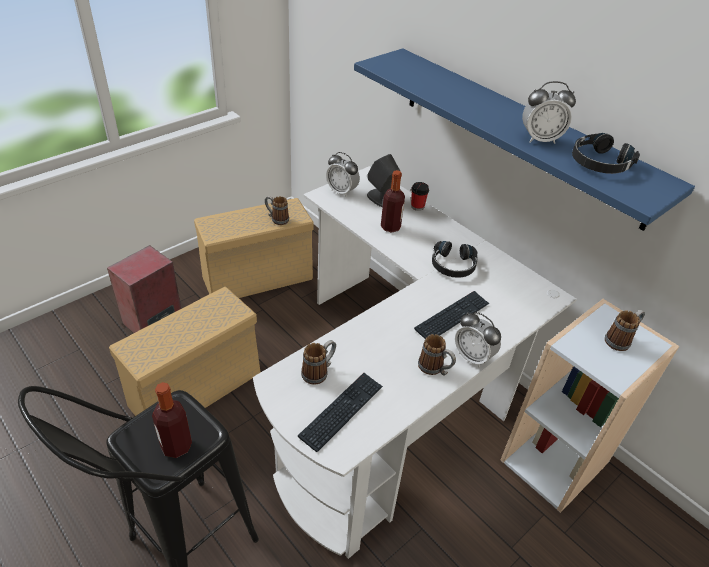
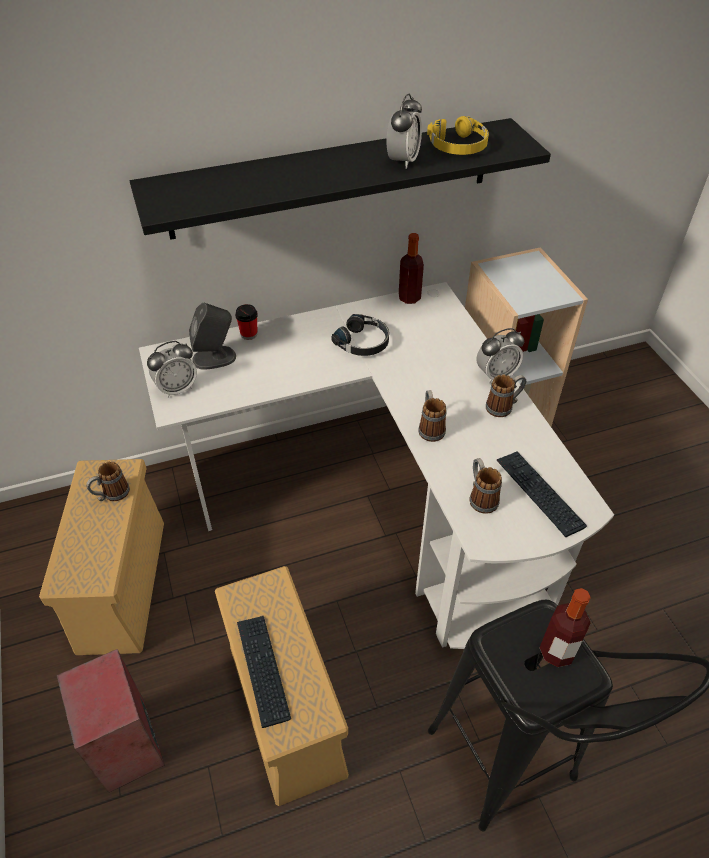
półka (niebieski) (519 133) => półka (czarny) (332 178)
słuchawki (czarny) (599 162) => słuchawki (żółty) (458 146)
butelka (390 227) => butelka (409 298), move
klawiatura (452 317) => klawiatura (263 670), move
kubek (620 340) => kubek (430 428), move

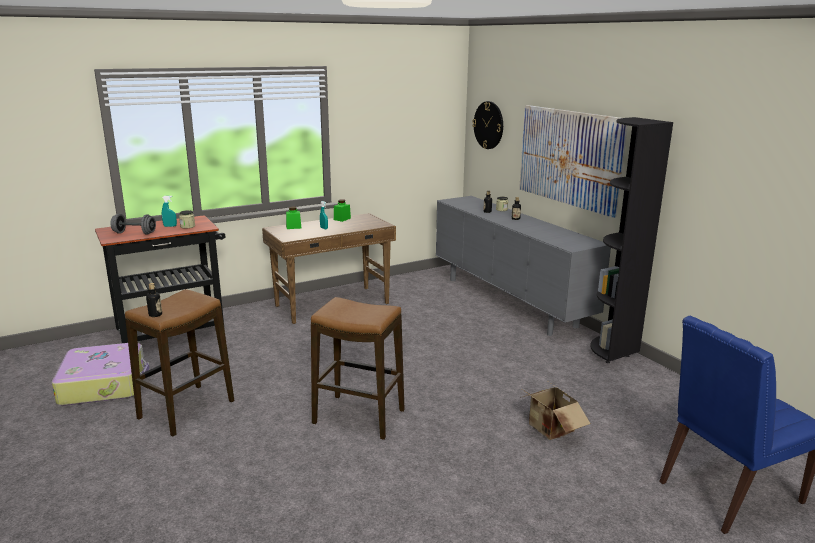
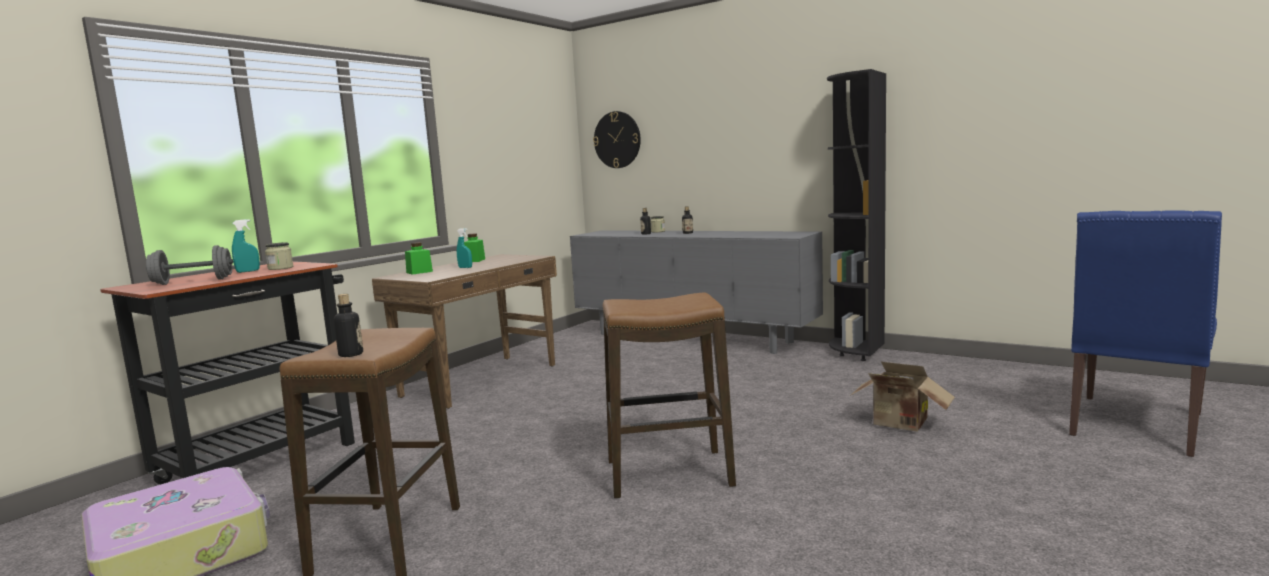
obraz (569 157) => nothing

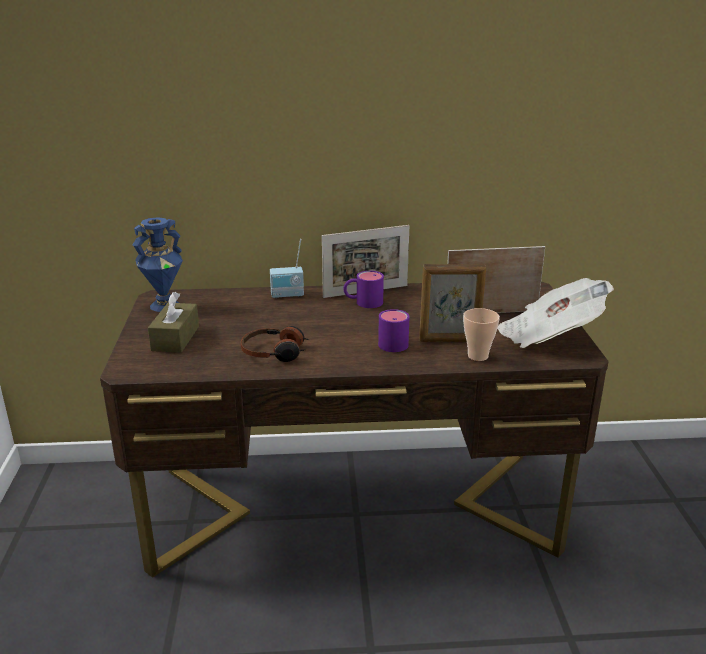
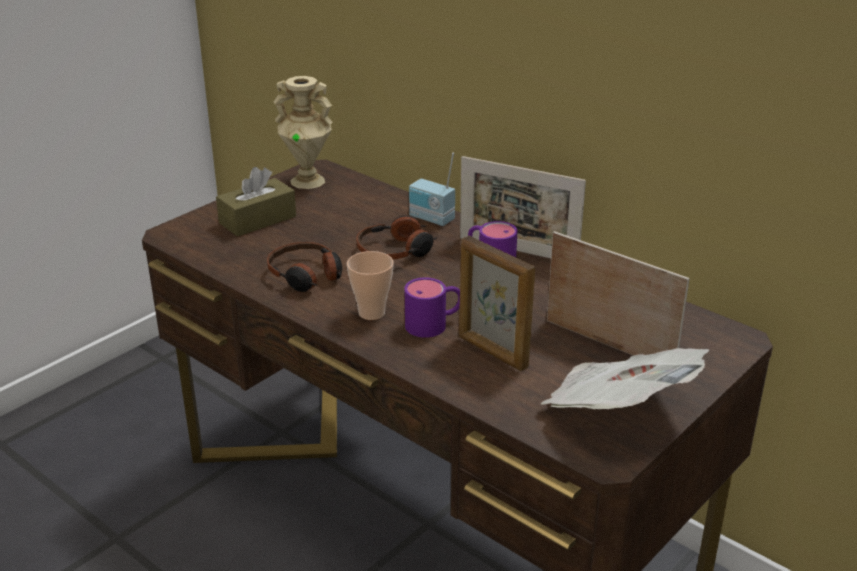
wazon (niebieski) (164 305) => wazon (beżowy) (308 181)
filiżanka (478 356) => filiżanka (371 313), move
nothing => słuchawki (396 251)

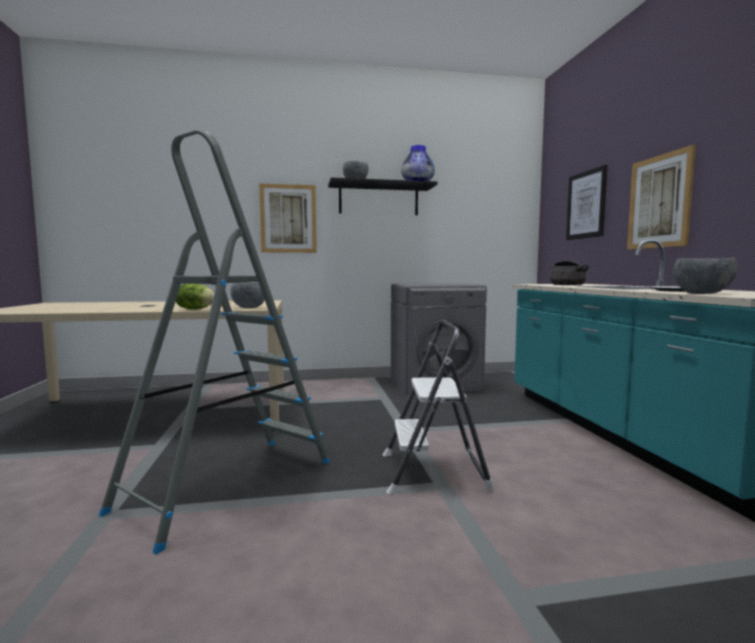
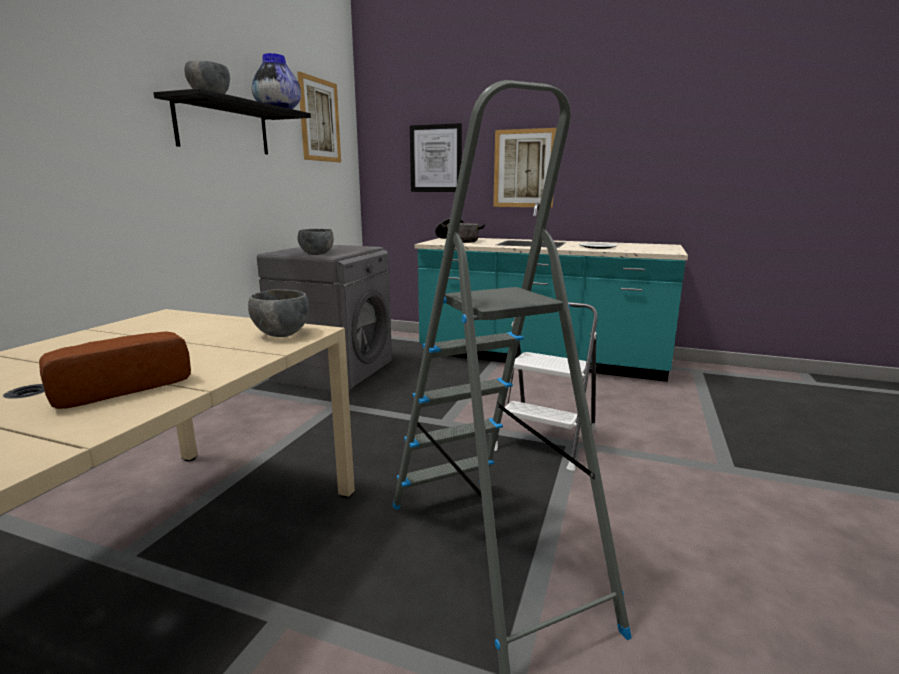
obraz (288 218) => obraz (319 120), move
miska (szary) (701 293) => miska (szary) (316 254), move
sałata (195 309) => nothing
nothing => chleb (120 388)

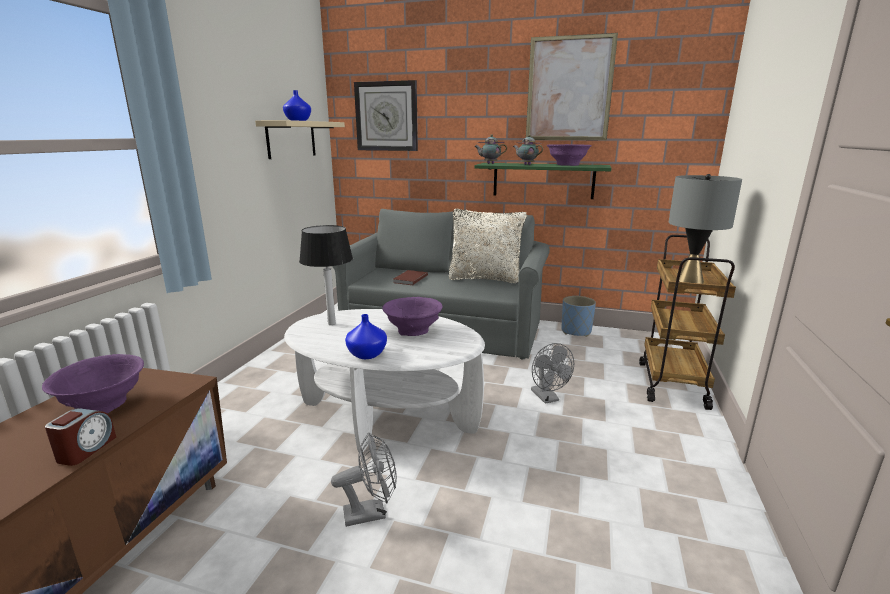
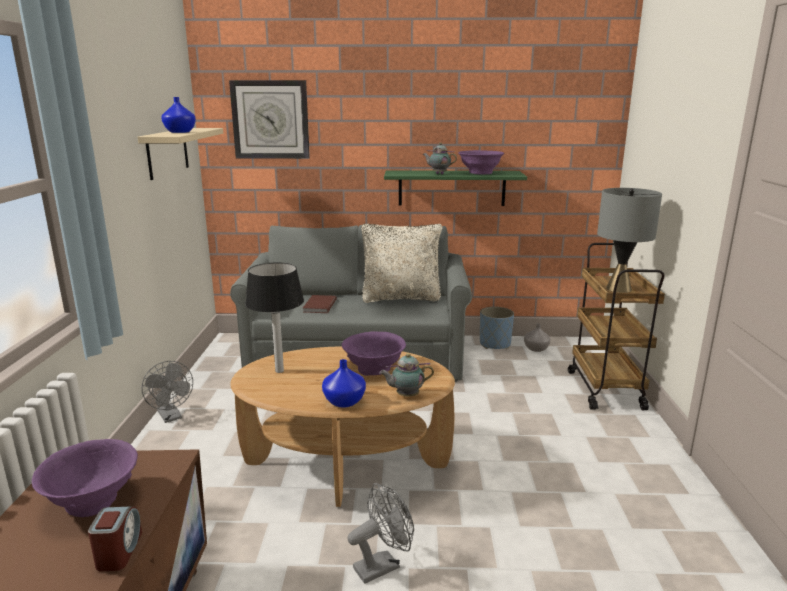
obraz (569 89) => nothing
imbryk (489 163) => imbryk (406 395), move
ława (biały) (386 417) => ława (brązowy) (346 465)
wentylator (szary) (547 398) => wentylator (szary) (171 417), move
nothing => wazon (szary) (536 349)

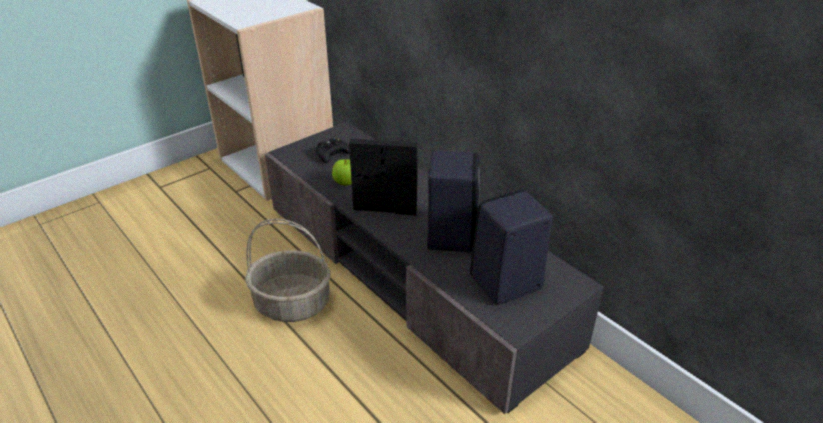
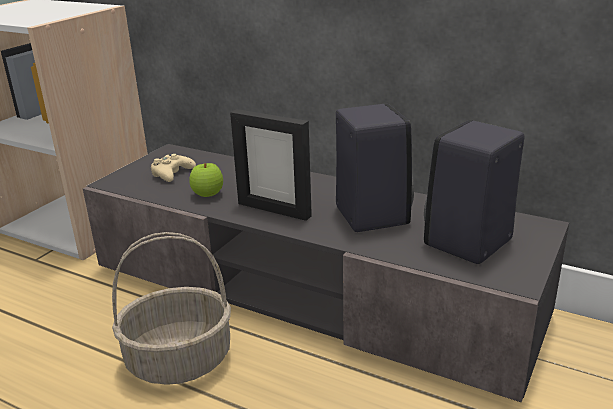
pad do gier (czarny) (332 154) => pad do gier (beżowy) (172 173)
ramka na zdjęcie (385 210) => ramka na zdjęcie (275 209), 135 degrees counterclockwise

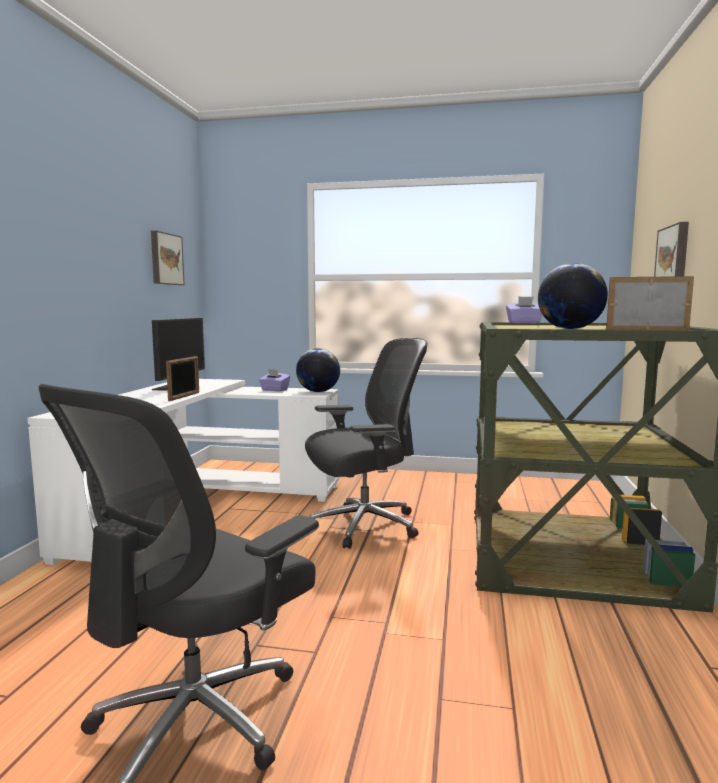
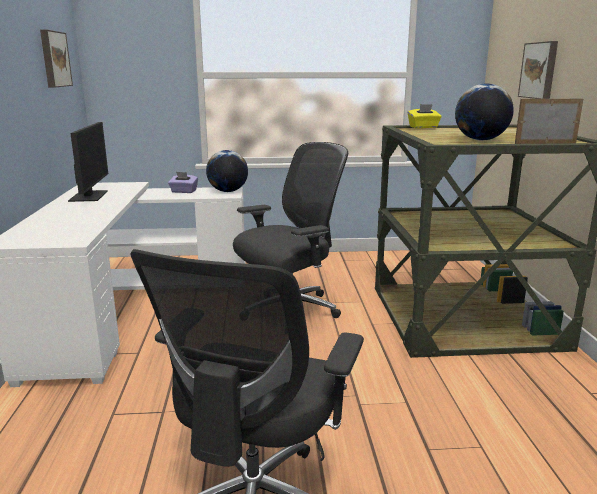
pudełko chusteczek (fioletowy) (524 323) => pudełko chusteczek (żółty) (423 127)
ramka na zdjęcie (184 396) => nothing

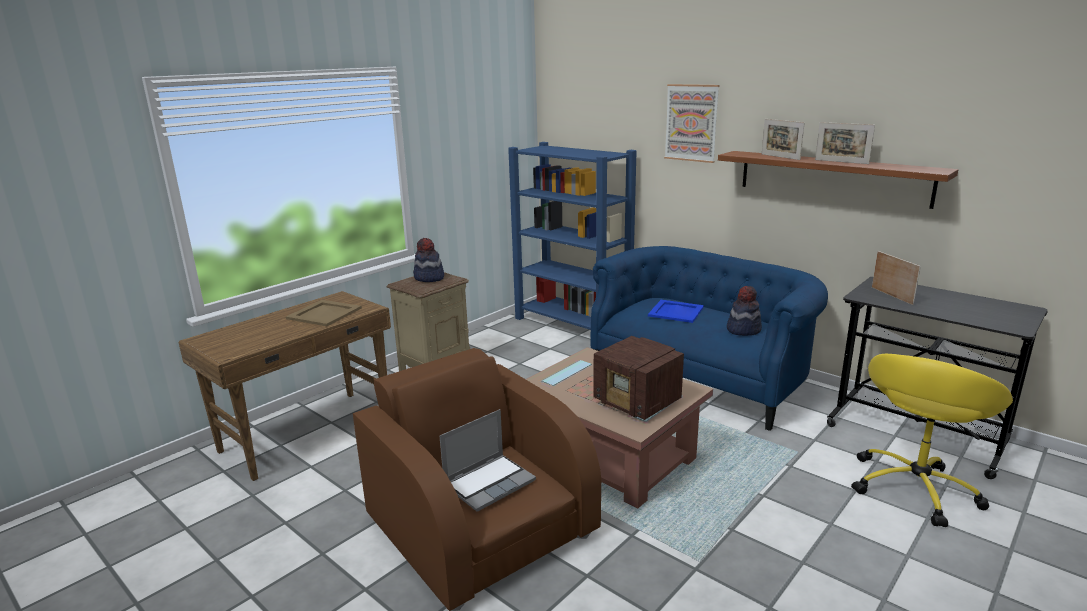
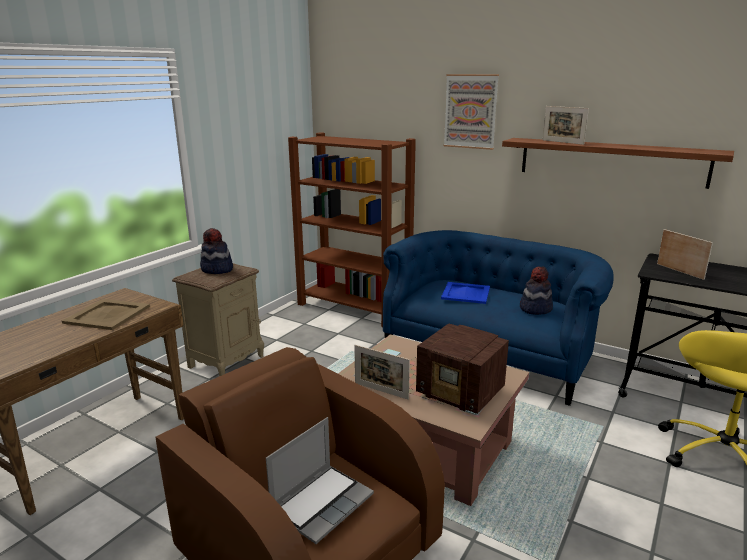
ramka na zdjęcie (841 162) => ramka na zdjęcie (381 391), move
regał (niebieski) (572 324) => regał (brązowy) (354 307)

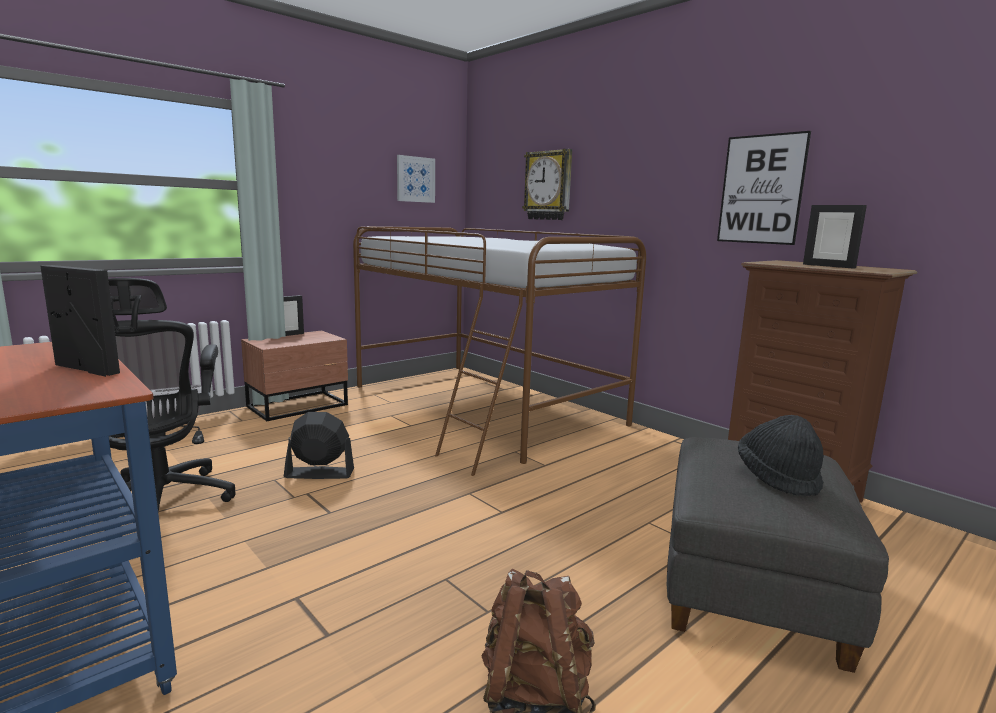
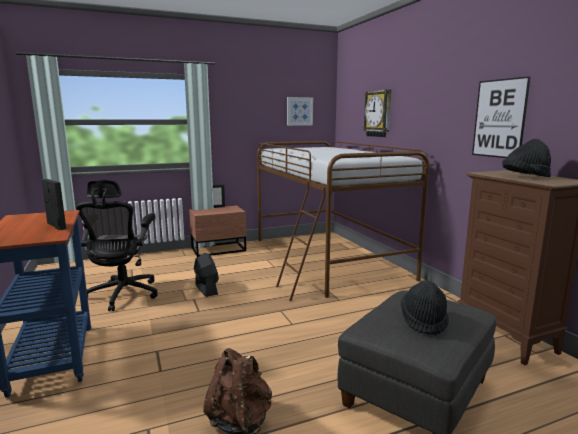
ramka na zdjęcie (829 266) => kapelusz (czarny) (525 177)
wentylator (czarny) (319 473) => wentylator (czarny) (206 289), 45 degrees clockwise

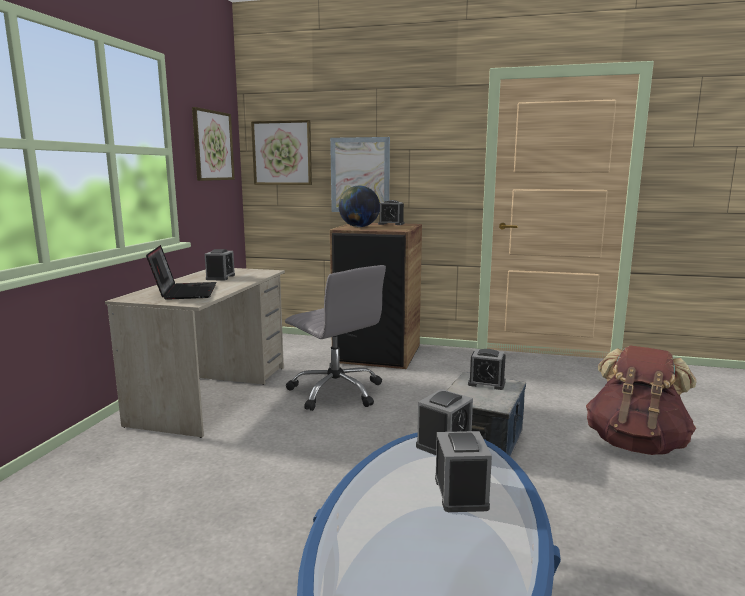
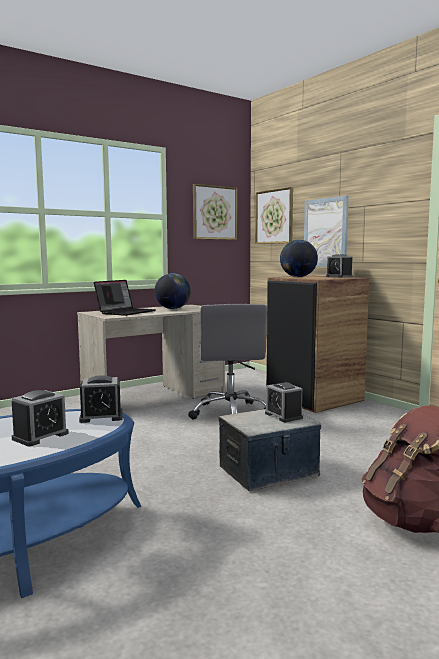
budzik (220 277) => globus (172 308)

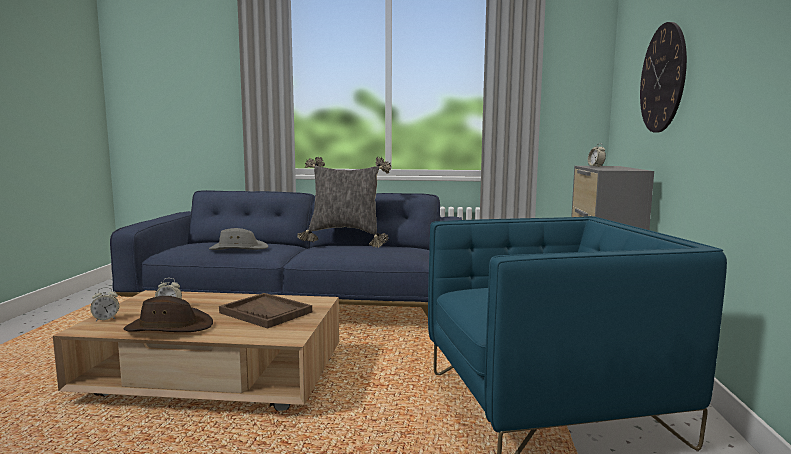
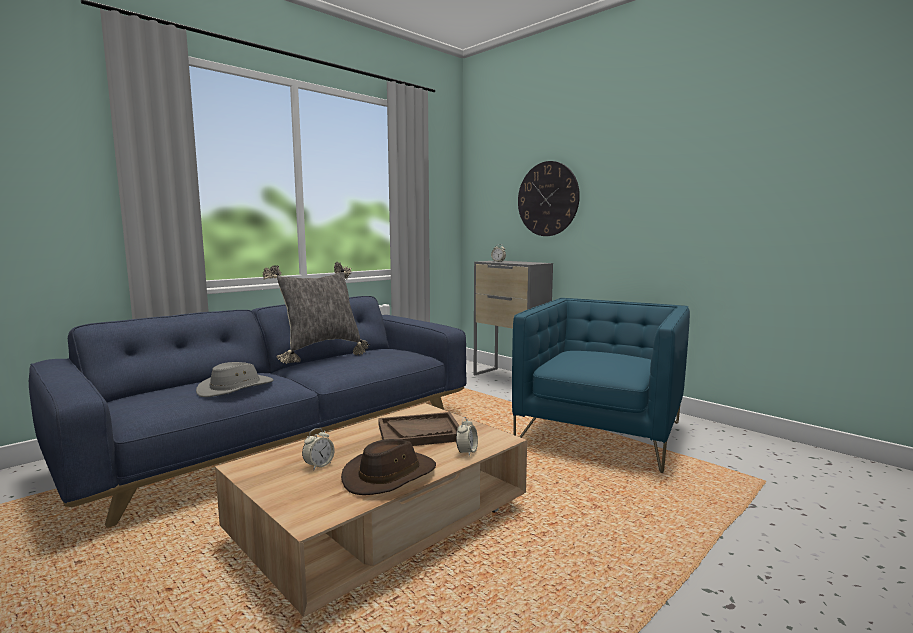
budzik (106 319) => budzik (467 452), move

